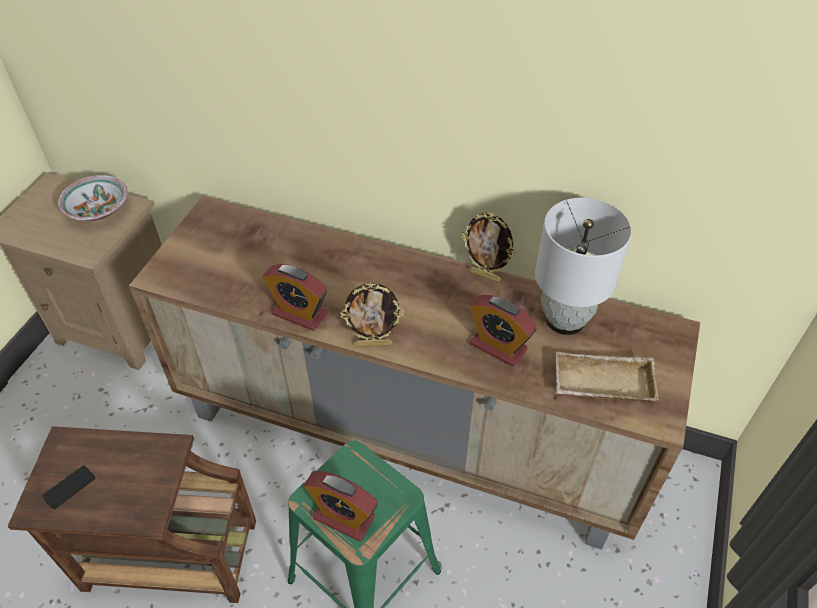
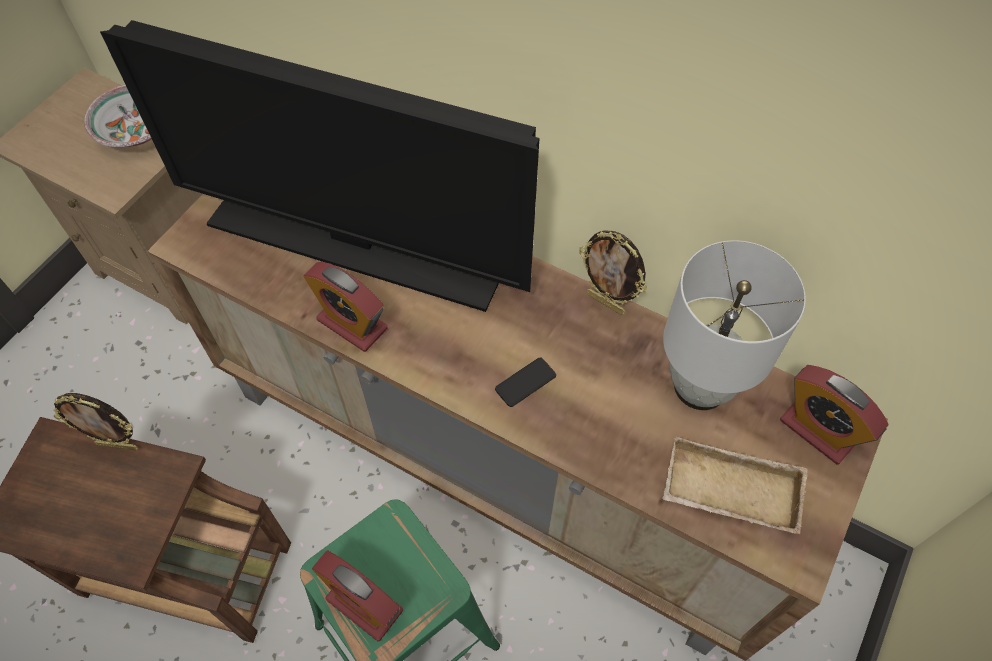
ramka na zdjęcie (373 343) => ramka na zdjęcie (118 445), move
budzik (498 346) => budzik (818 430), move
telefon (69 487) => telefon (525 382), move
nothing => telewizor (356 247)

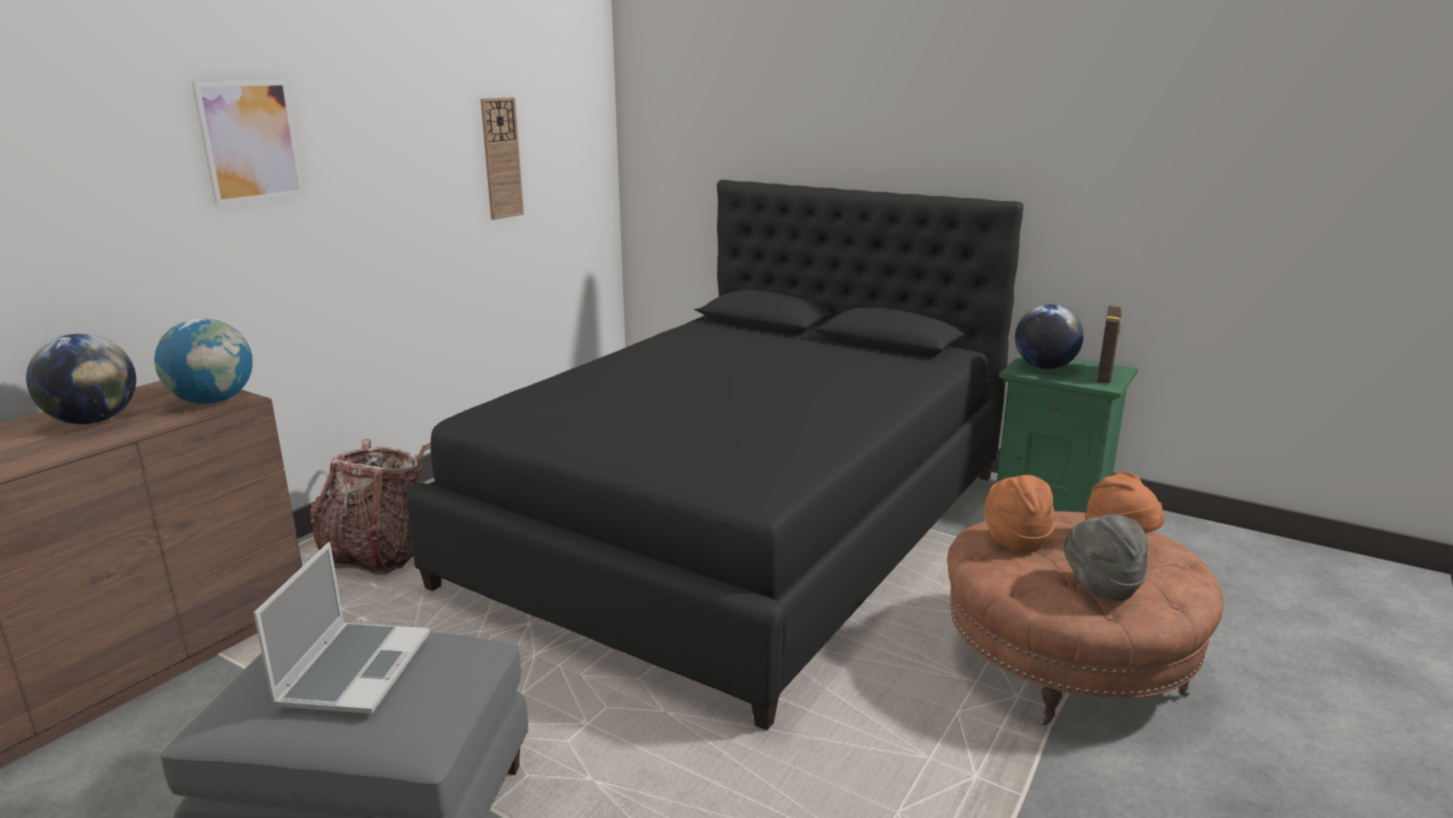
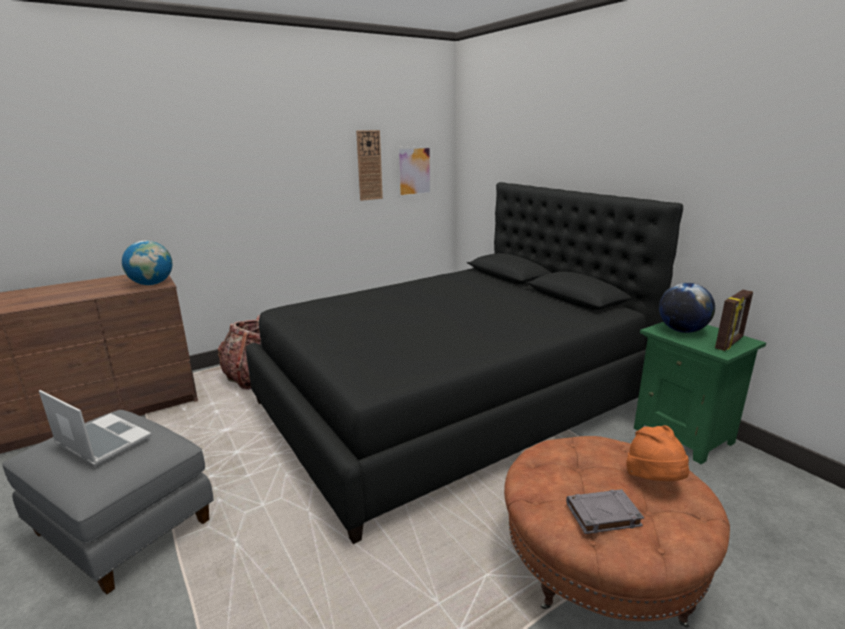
obraz (250 141) => obraz (414 171), move
globus (93 421) => nothing
kapelusz (pomarańczowy) (1015 540) => nothing
kapelusz (szary) (1100 586) => książka (szary) (602 515)
laptop (354 669) => laptop (101 441), 90 degrees counterclockwise

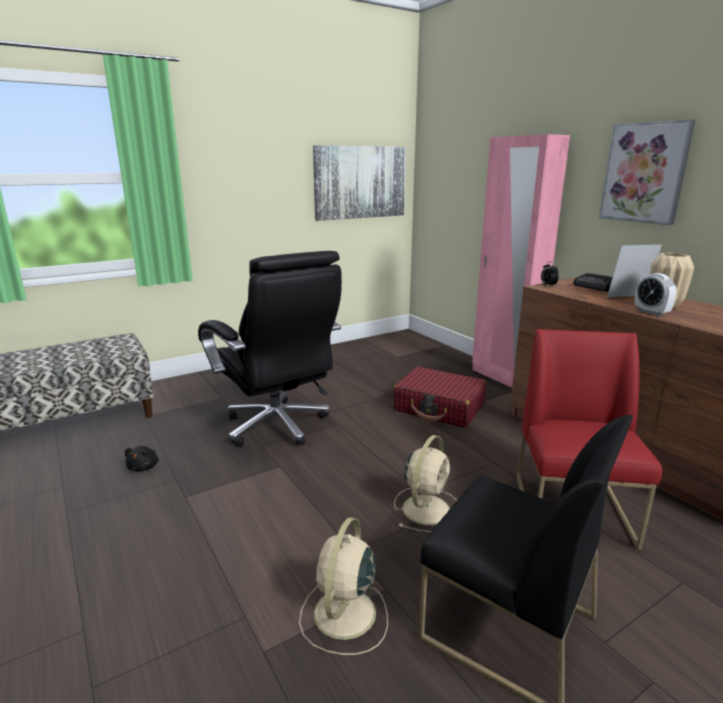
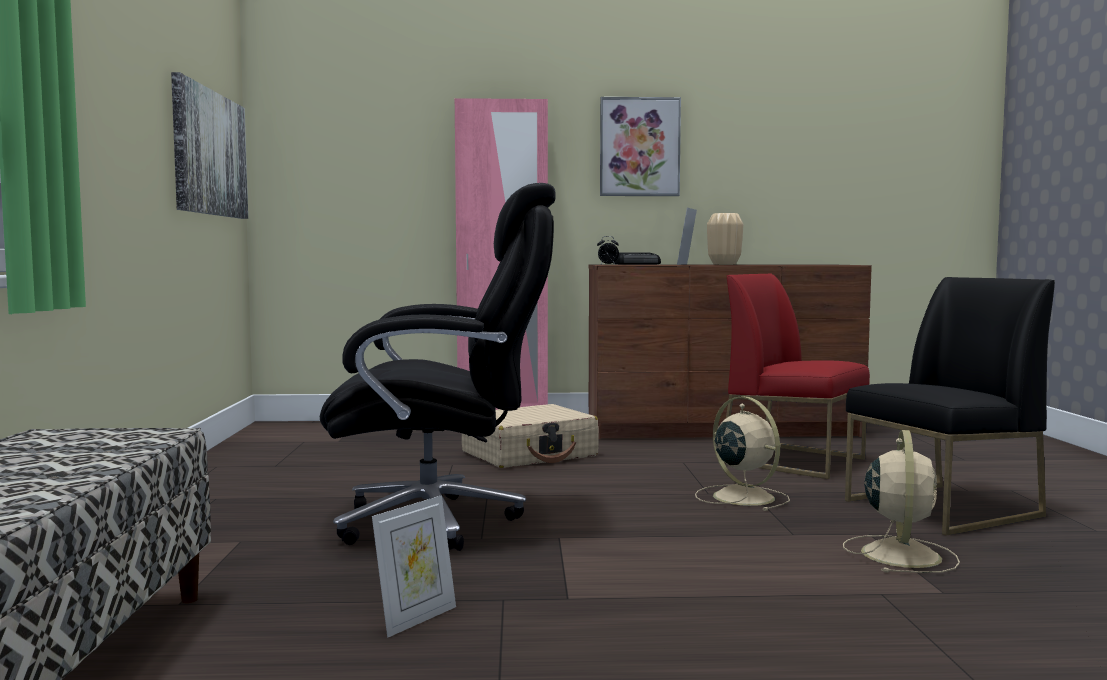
budzik (651 312) => nothing
walizka (czerwony) (439 408) => walizka (beżowy) (530 454)
pluszak (czarny) (144 467) => ramka na zdjęcie (416 619)
wentylator (beżowy) (344 615) => wentylator (beżowy) (900 554), 120 degrees counterclockwise

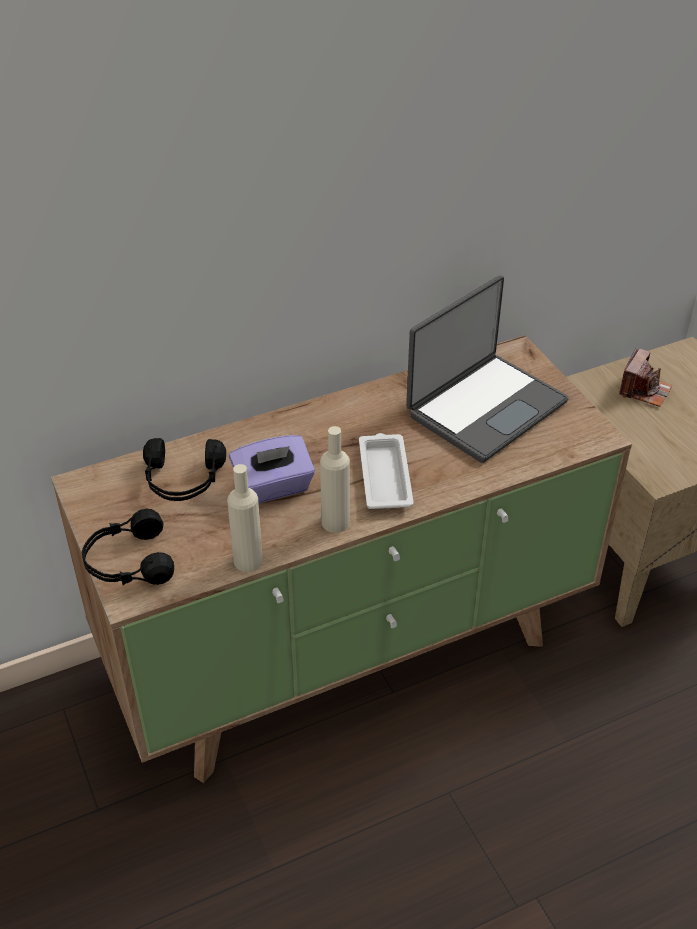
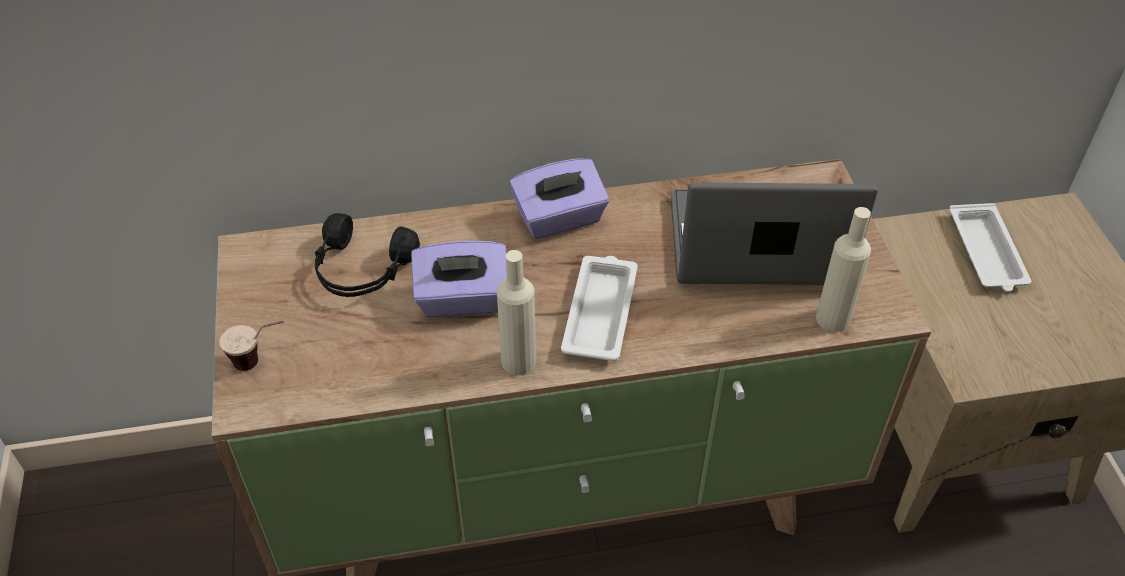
laptop (485 407) => laptop (756 245), 150 degrees counterclockwise
aparat fotograficzny (644 390) => taca (biały) (986 253)
butelka (beżowy) (248 561) => butelka (beżowy) (832 318), move
słuchawki (czarny) (128 562) => filiżanka (261 361)
nothing => pudełko chusteczek (fioletowy) (559 219)

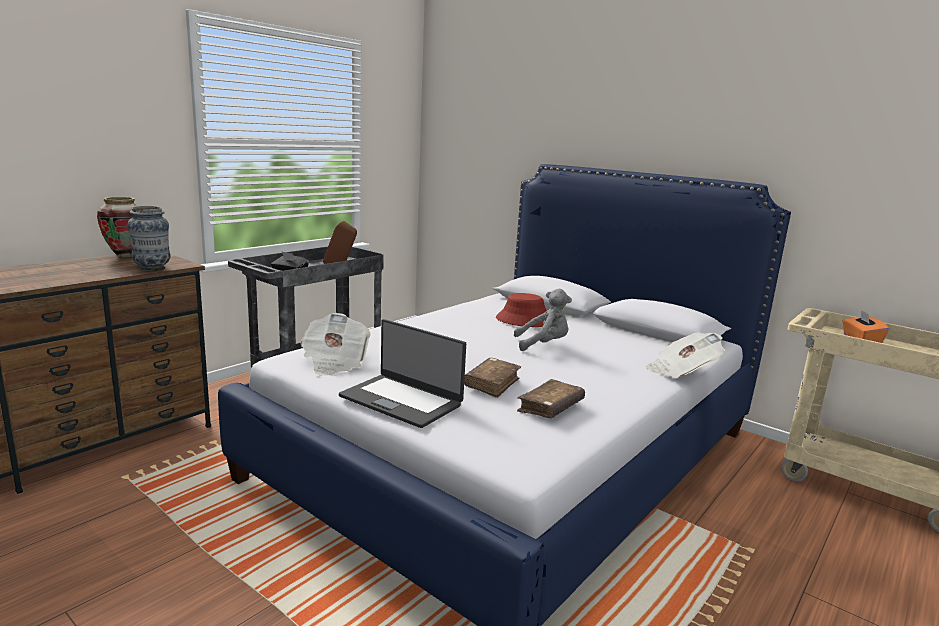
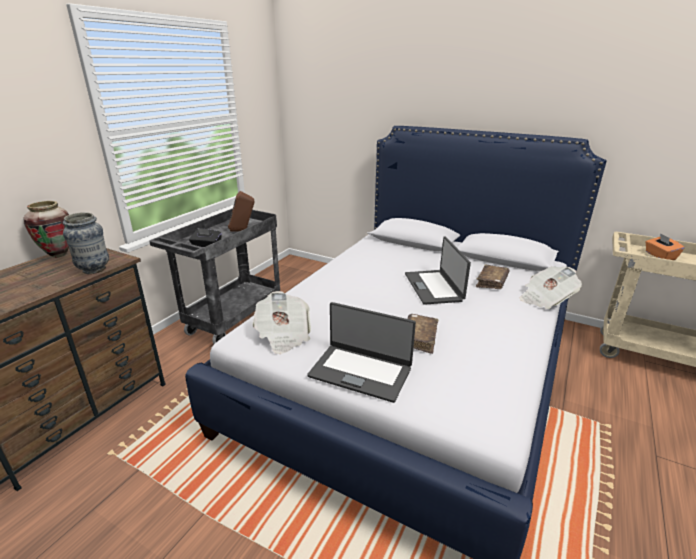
pluszak (szary) (543 345) => laptop (434 287)
kapelusz (czerwony) (524 320) => nothing
książka (brązowy) (550 408) => książka (brązowy) (491 282), move

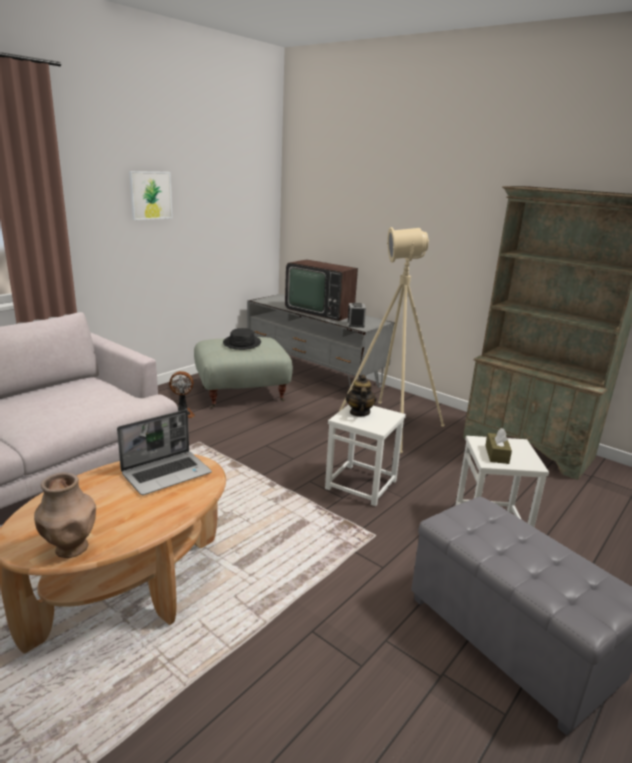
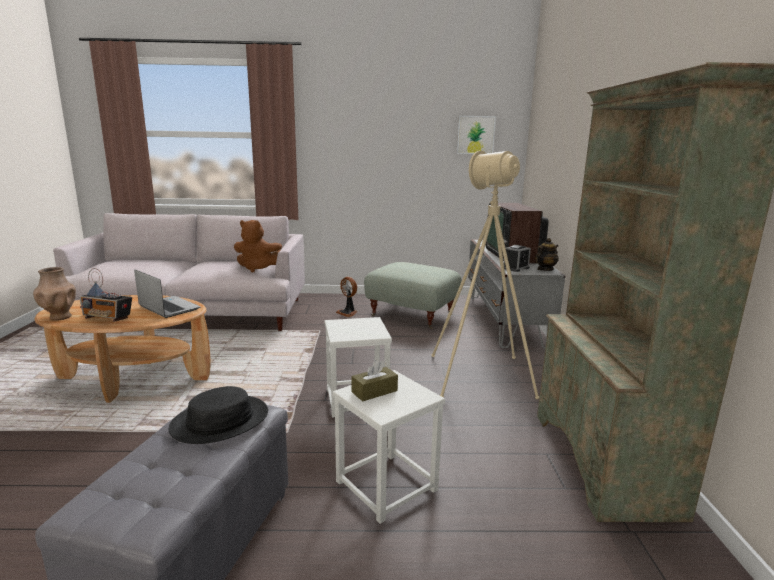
obraz (150 195) => obraz (475 135), move
kapelusz (czarny) (242 343) => kapelusz (czarny) (220 421), move
imbryk (359 412) => imbryk (545 269), move
laptop (167 473) => laptop (168 308), 150 degrees counterclockwise
nothing => pluszak (brązowy) (258 268)
nothing => radio (108 318)

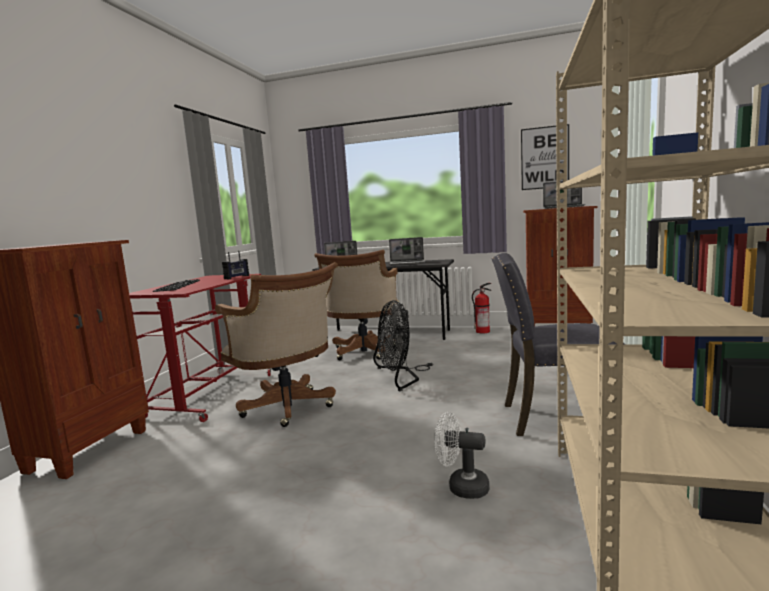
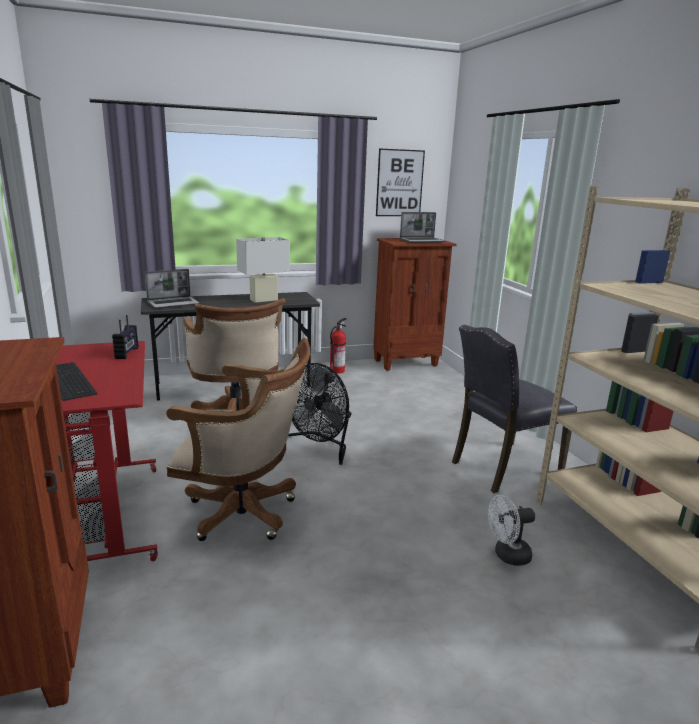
laptop (407 263) => lampa stołowa (biały) (264 300)

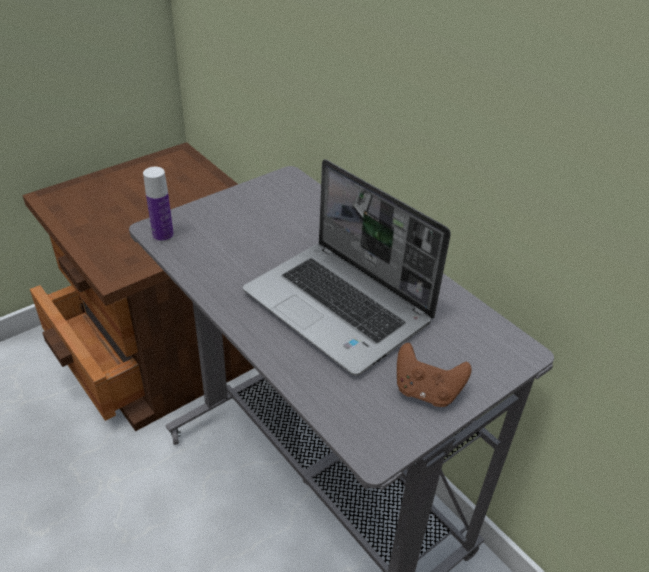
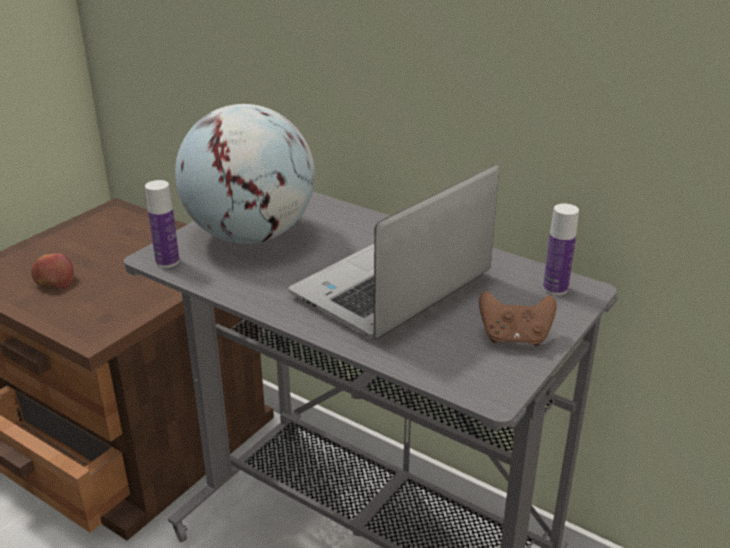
laptop (340 308) => laptop (392 288), 105 degrees clockwise
nothing => globus (251 235)
nothing => butelka (555 288)
nothing => jabłko (54 281)

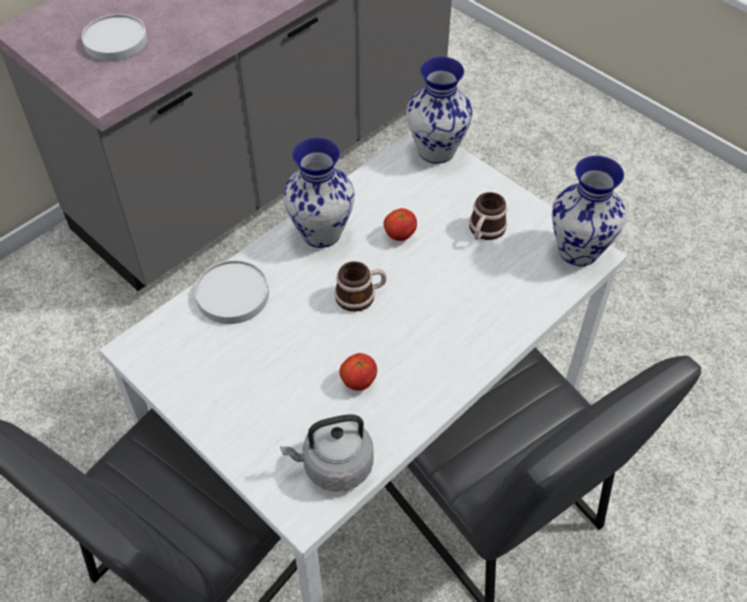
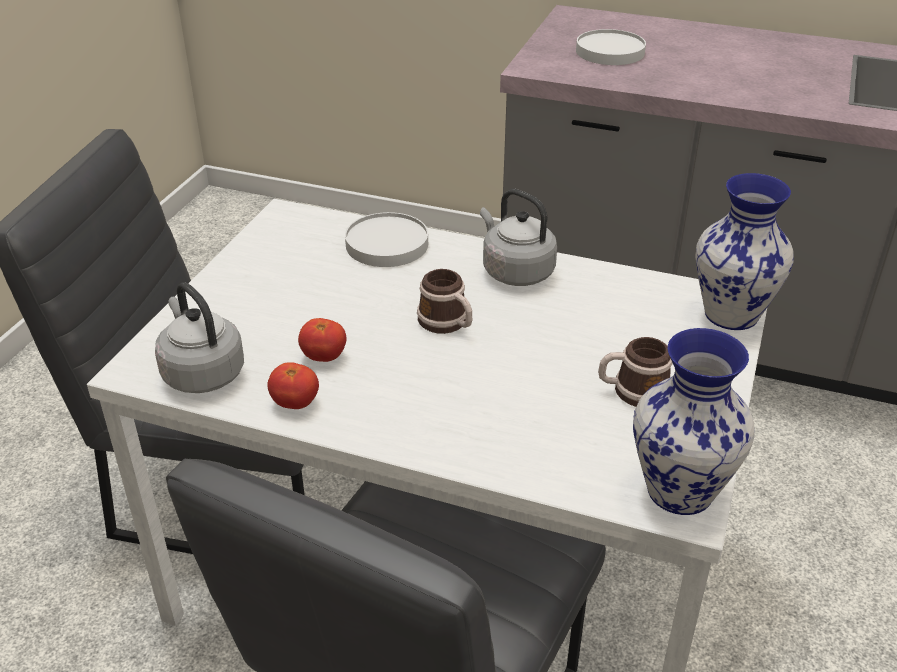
wazon (320 234) => czajnik (szary) (515 271)
pomidor (399 235) => pomidor (295 403), move

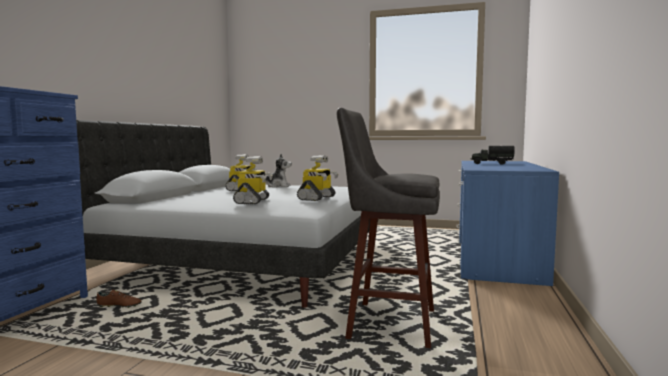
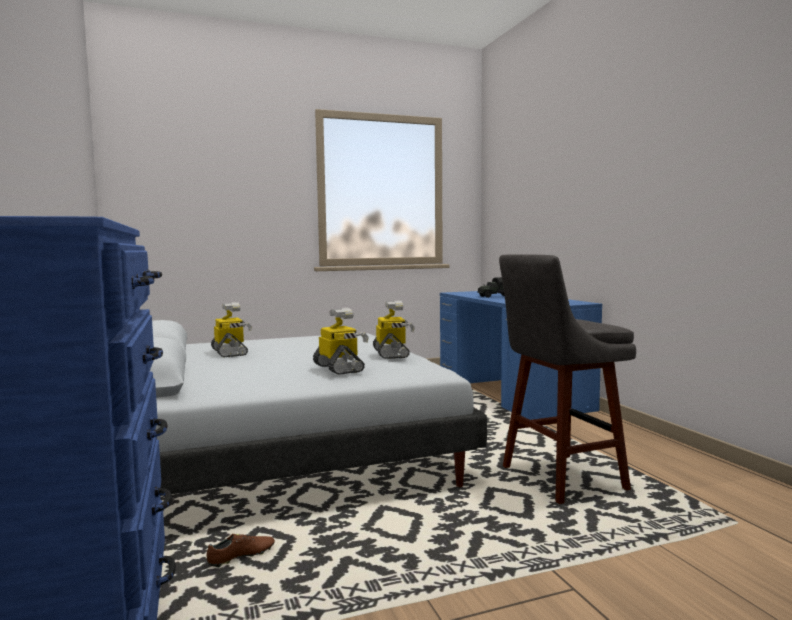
pluszak (278 186) => nothing

